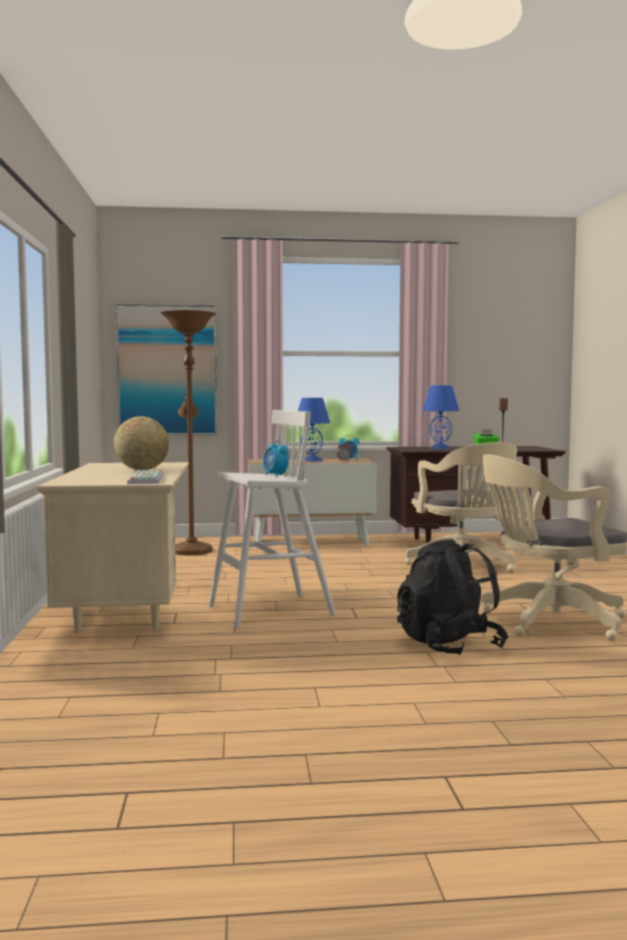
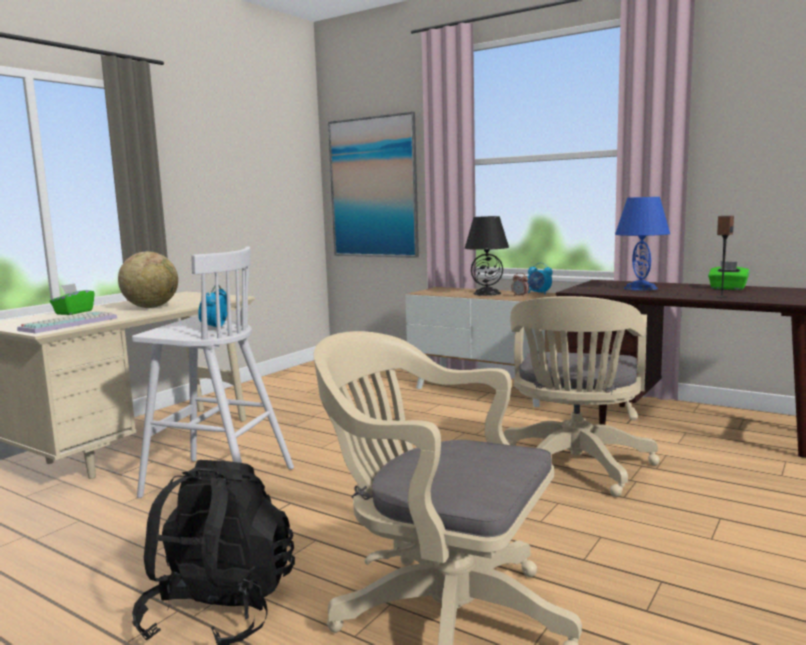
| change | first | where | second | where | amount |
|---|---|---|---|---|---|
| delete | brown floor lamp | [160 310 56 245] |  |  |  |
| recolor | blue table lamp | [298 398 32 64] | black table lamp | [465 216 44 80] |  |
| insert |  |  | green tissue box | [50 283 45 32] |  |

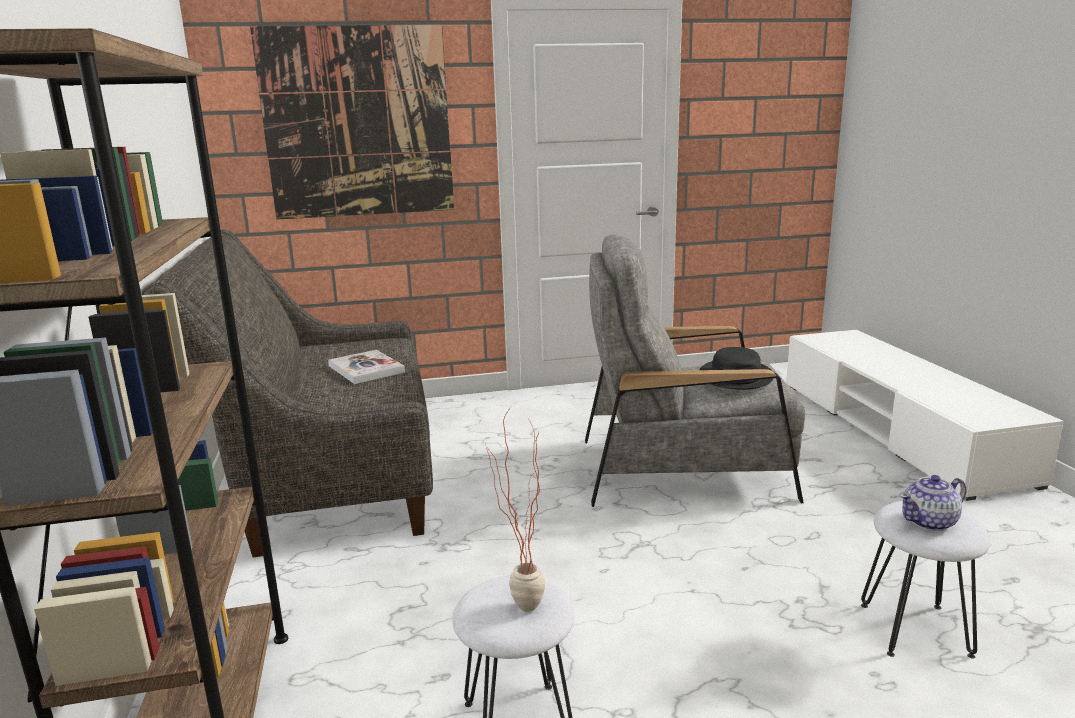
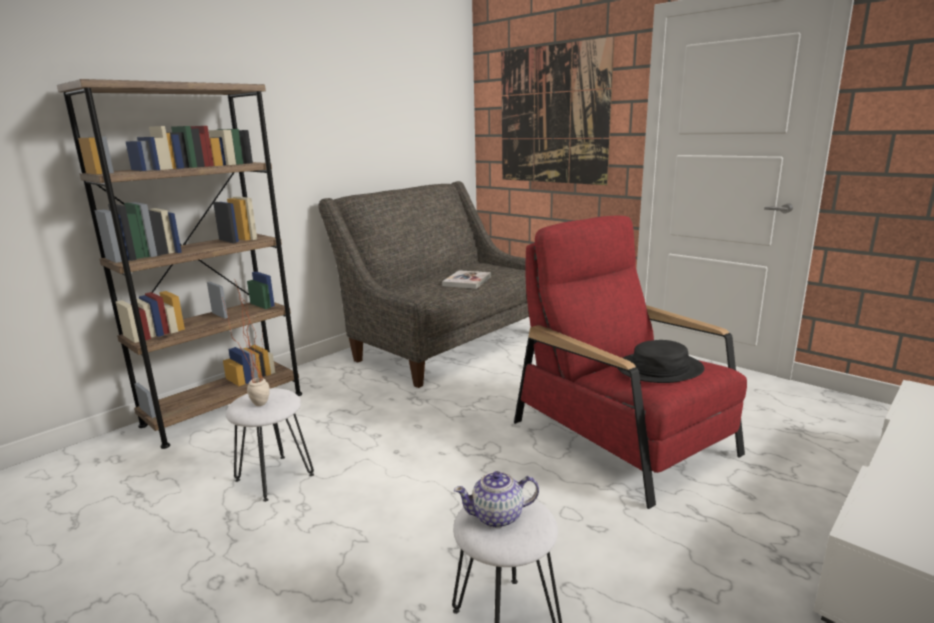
| change | first | where | second | where | amount |
|---|---|---|---|---|---|
| recolor | grey armchair | [585 234 220 273] | red armchair | [514 216 233 293] |  |
| rotate | teapot | [899 475 67 56] |  | [454 471 85 57] | 45 degrees counterclockwise |

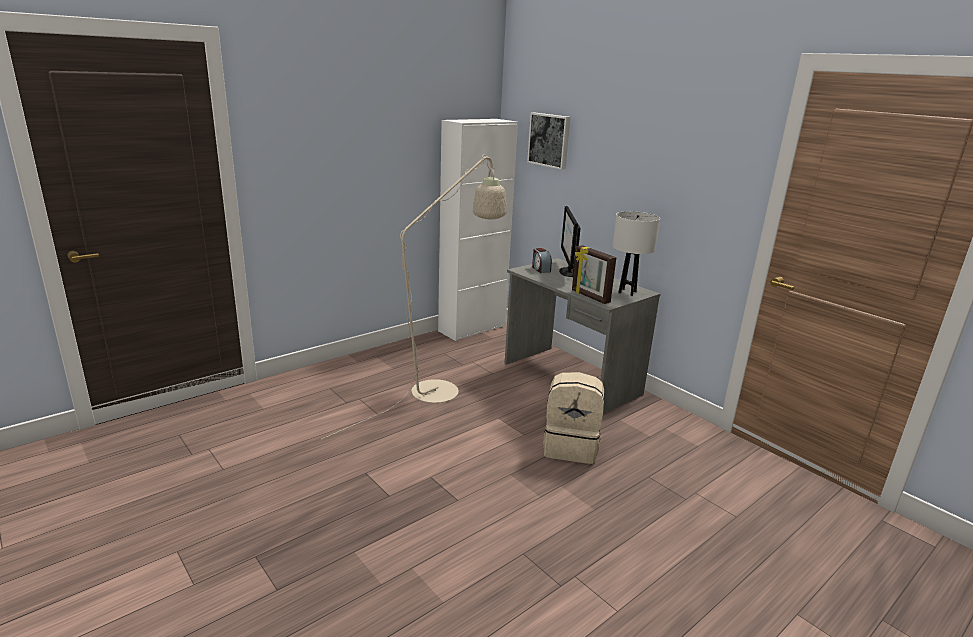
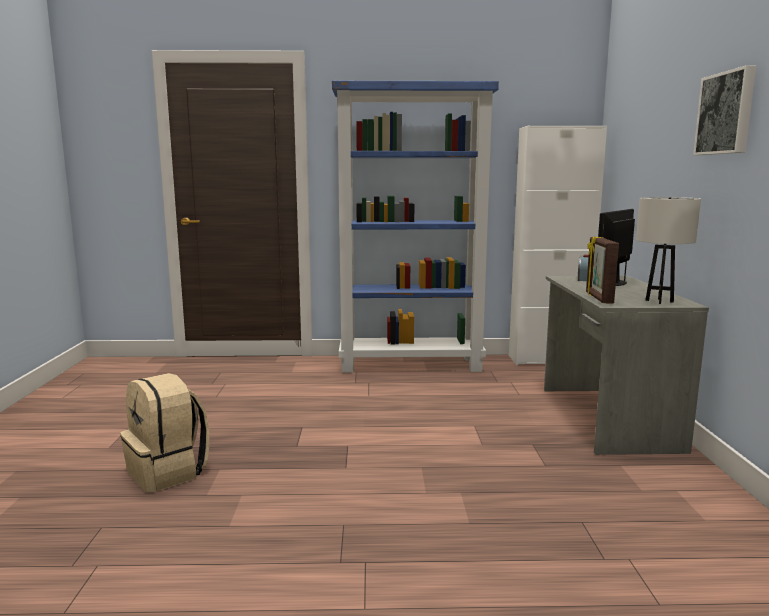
| change | first | where | second | where | amount |
|---|---|---|---|---|---|
| delete | beige floor lamp | [322 154 185 285] |  |  |  |
| move | picture | [527 112 43 58] |  | [693 65 63 90] |  |
| move | beige backpack | [543 372 61 92] |  | [120 373 89 120] |  |
| insert |  |  | blue bookcase | [332 81 167 292] |  |

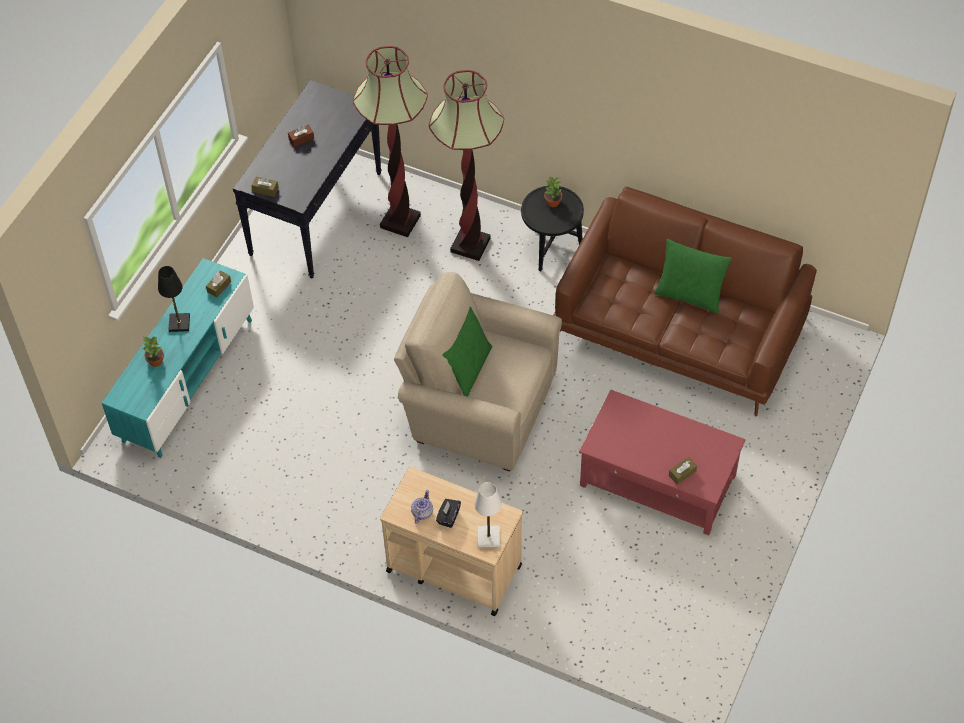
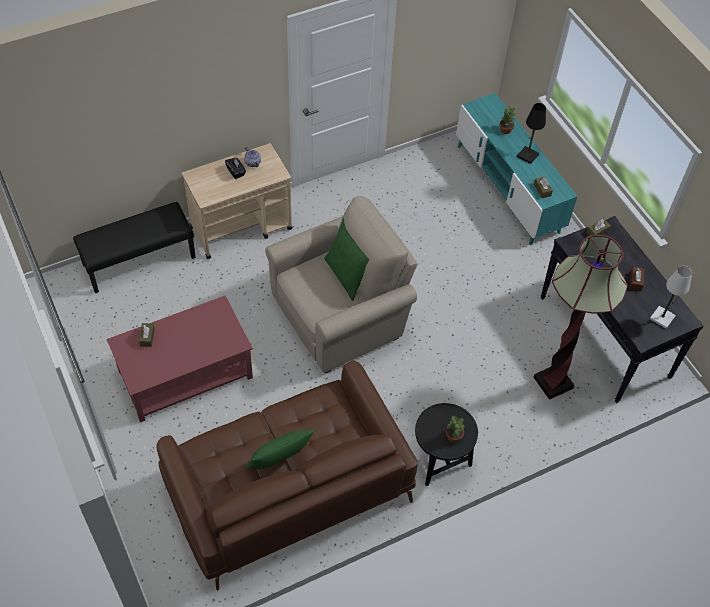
| change | first | where | second | where | amount |
|---|---|---|---|---|---|
| delete | floor lamp | [429 70 75 191] |  |  |  |
| move | white table lamp | [475 482 27 65] |  | [650 266 42 63] |  |
| insert |  |  | black bench | [73 202 123 91] |  |

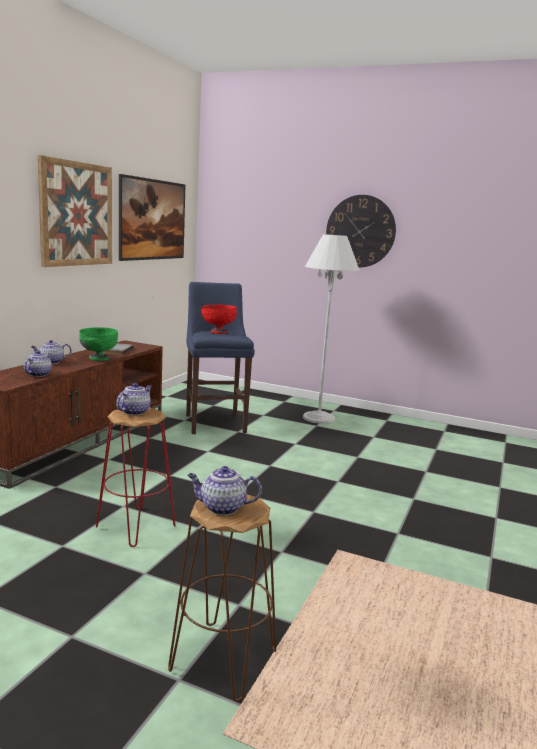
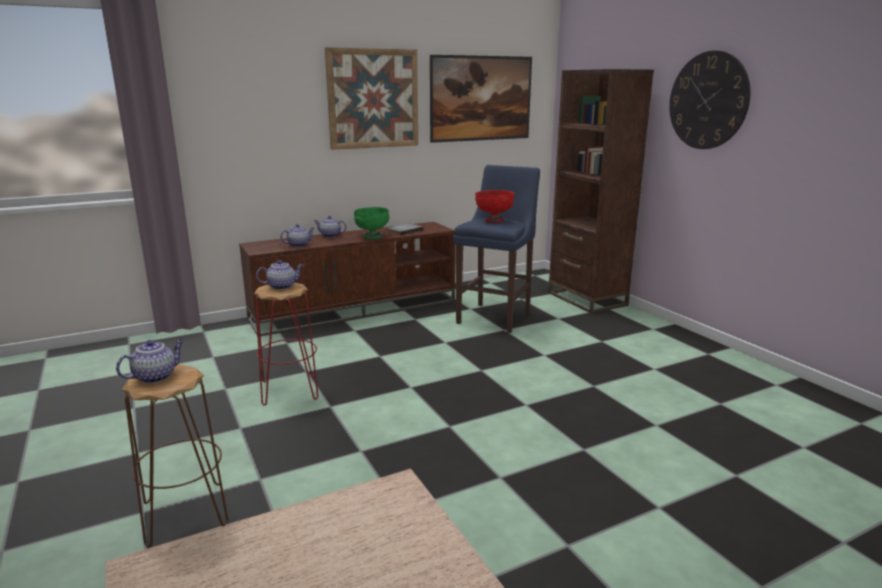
| change | first | where | second | where | amount |
|---|---|---|---|---|---|
| rotate | teapot | [187 466 75 49] |  | [116 340 68 44] | 90 degrees clockwise |
| delete | white floor lamp | [303 234 56 190] |  |  |  |
| insert |  |  | brown bookcase | [548 69 106 245] |  |

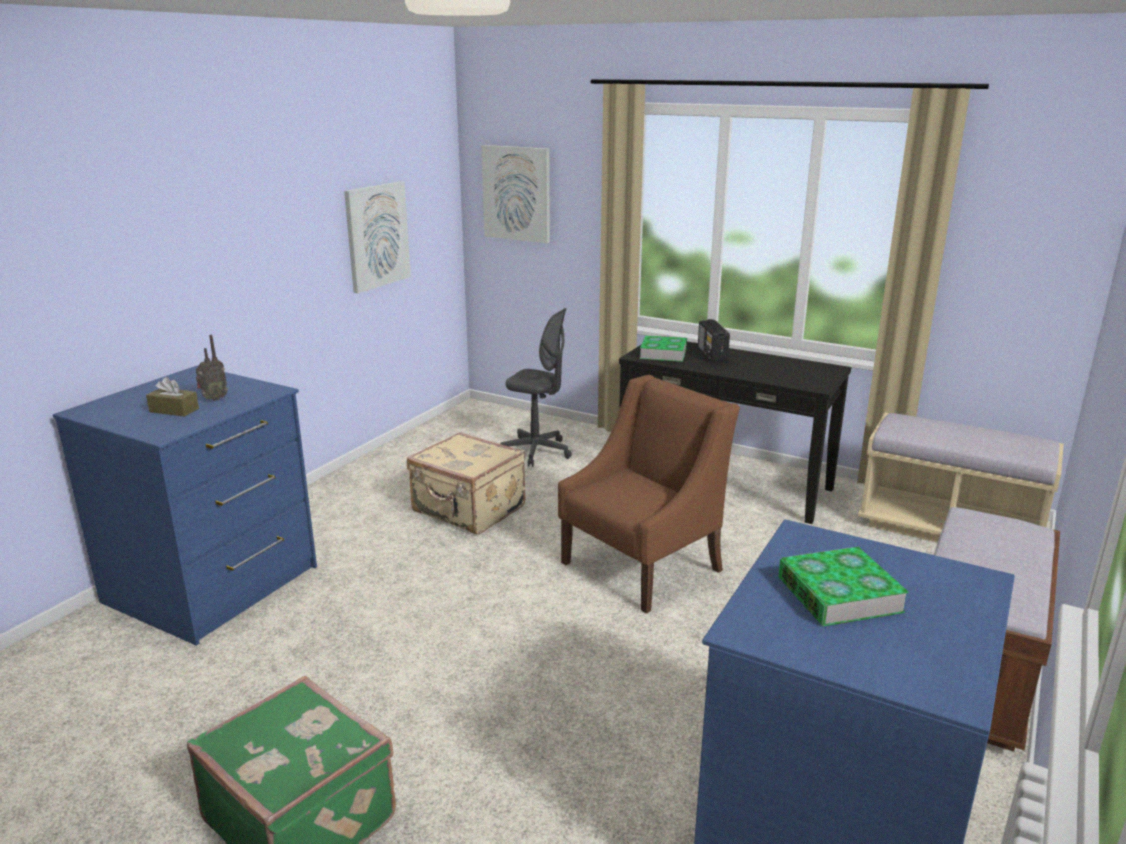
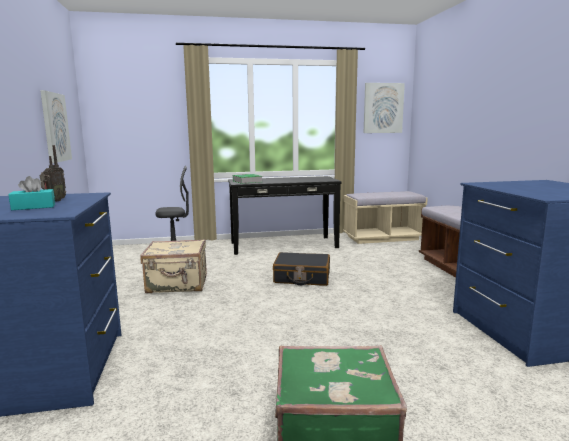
| change | first | where | second | where | amount |
|---|---|---|---|---|---|
| recolor | brown tissue box | [146 377 53 40] | turquoise tissue box | [8 176 47 34] |  |
| move | picture | [481 145 69 98] |  | [364 83 41 50] |  |
| replace | brown armchair | [558 375 182 239] | black suitcase | [273 252 57 34] |  |
| delete | radio | [698 319 32 43] |  |  |  |
| delete | book | [778 547 131 79] |  |  |  |

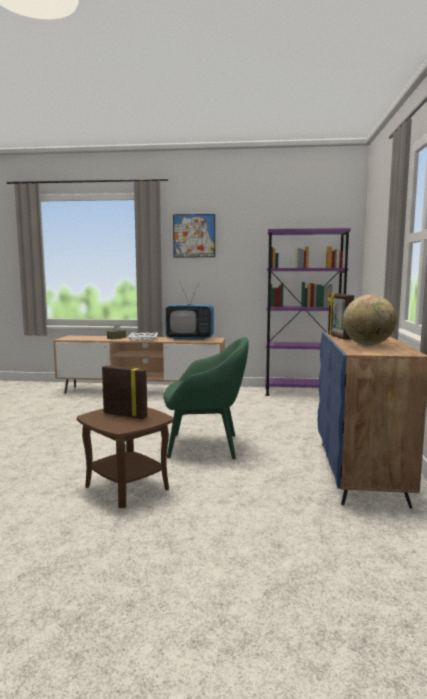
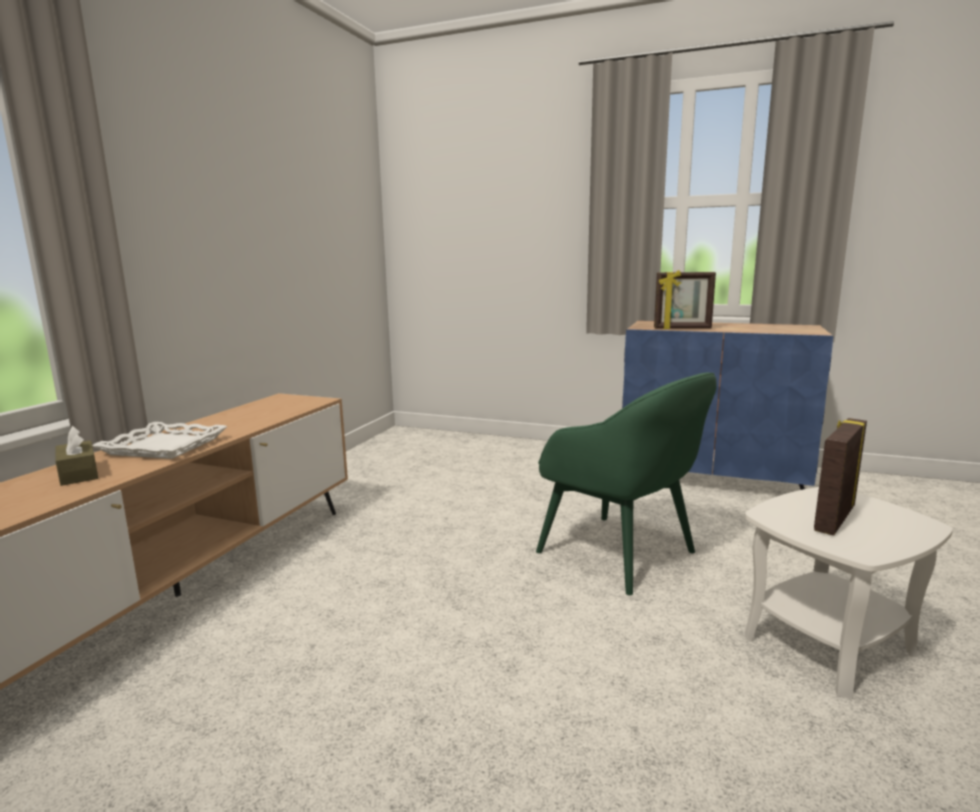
| change | first | where | second | where | amount |
|---|---|---|---|---|---|
| recolor | brown side table | [77 407 97 101] | white side table | [745 487 208 212] |  |
| rotate | green armchair | [163 337 86 122] |  | [536 372 181 223] | 120 degrees clockwise |
| delete | television | [165 283 49 57] |  |  |  |
| delete | picture | [173 214 42 43] |  |  |  |
| delete | purple bookcase | [265 228 86 168] |  |  |  |
| delete | globe | [343 294 54 51] |  |  |  |

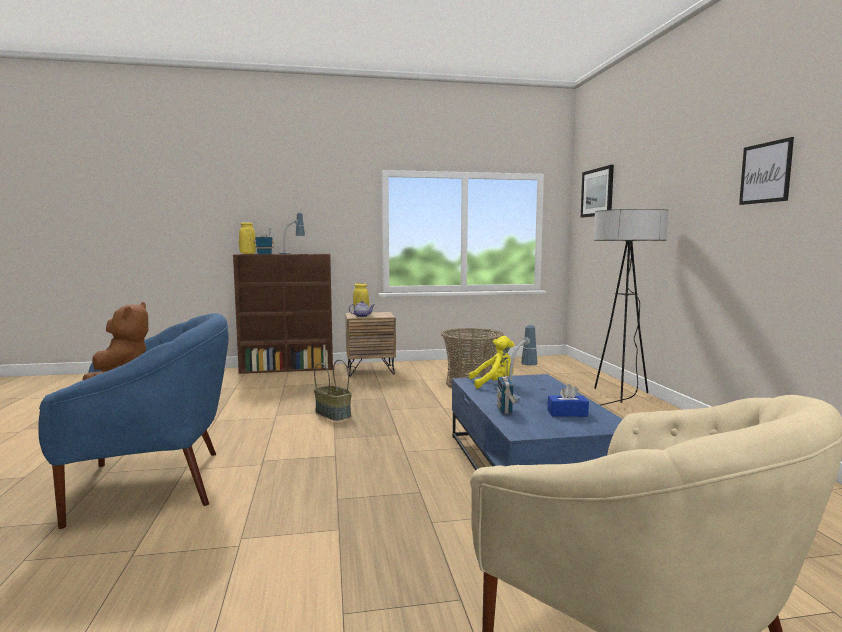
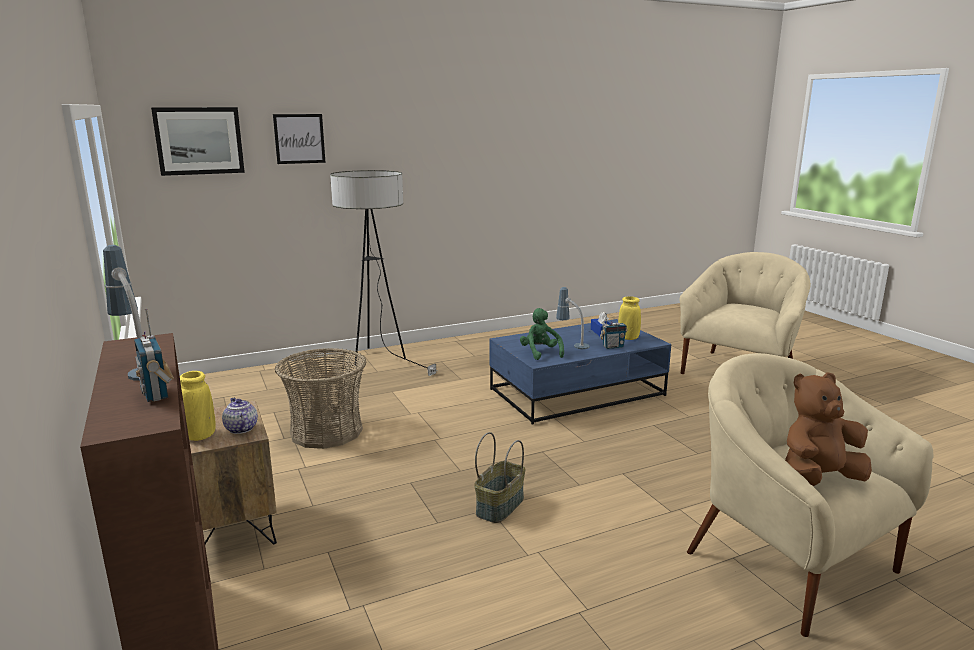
| change | first | where | second | where | amount |
|---|---|---|---|---|---|
| recolor | blue armchair | [38 313 191 216] | beige armchair | [687 353 246 284] |  |
| move | yellow vase | [239 222 17 32] |  | [618 296 23 44] |  |
| recolor | yellow plush toy | [469 336 45 52] | green plush toy | [520 308 44 52] |  |
| move | picture | [739 137 55 68] |  | [273 114 52 50] |  |

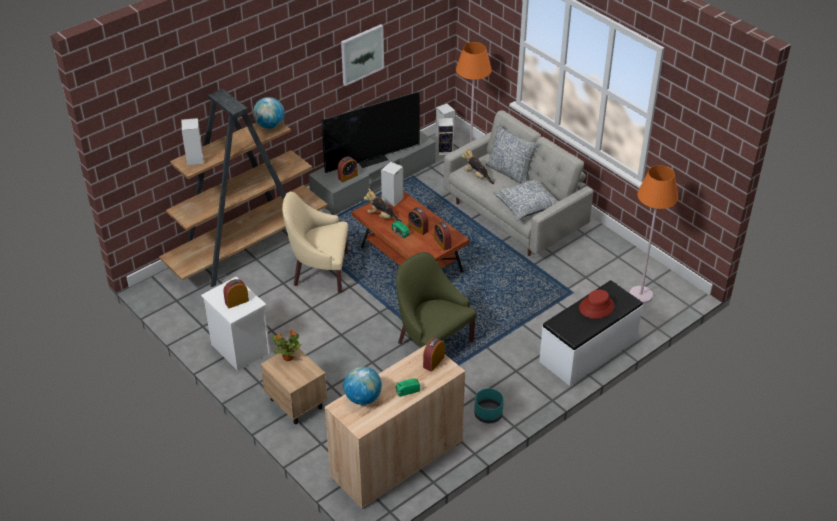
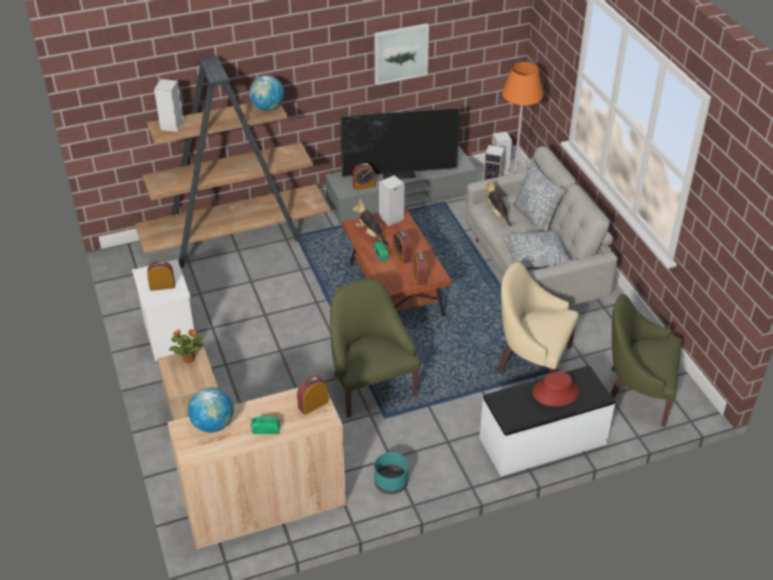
| change | first | where | second | where | amount |
|---|---|---|---|---|---|
| move | beige armchair | [282 192 66 101] |  | [498 262 81 112] |  |
| replace | orange floor lamp | [629 165 49 139] | green armchair | [610 294 72 133] |  |

